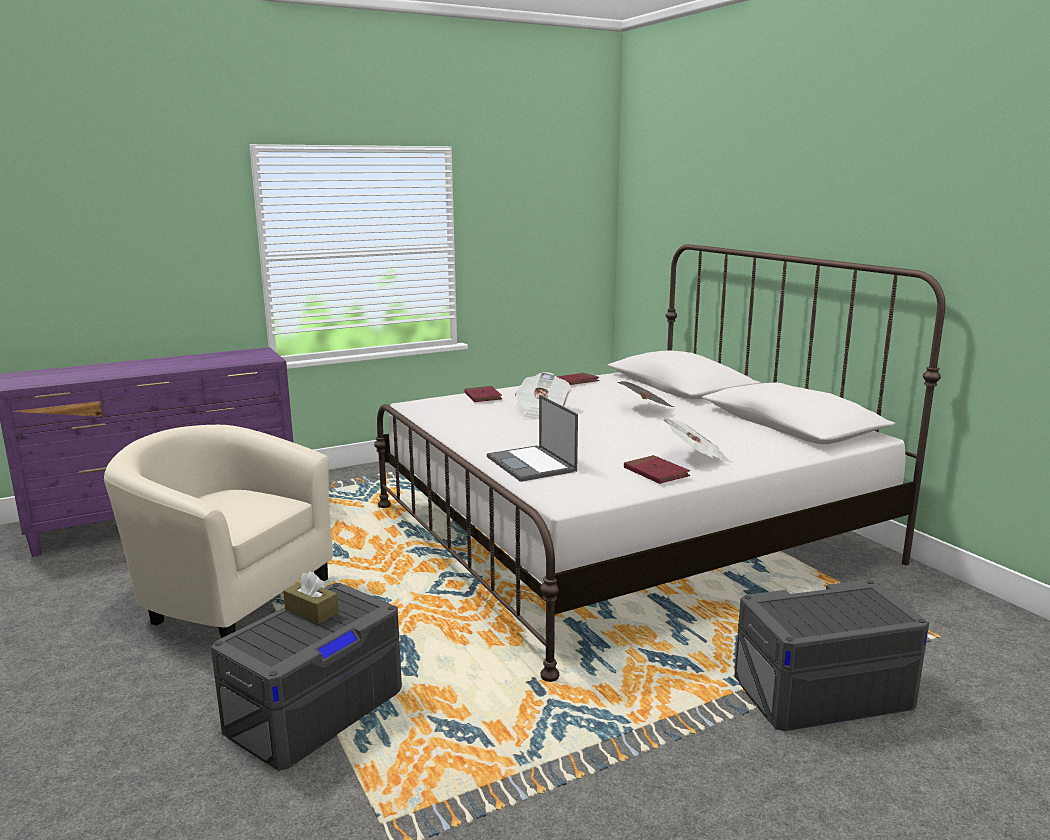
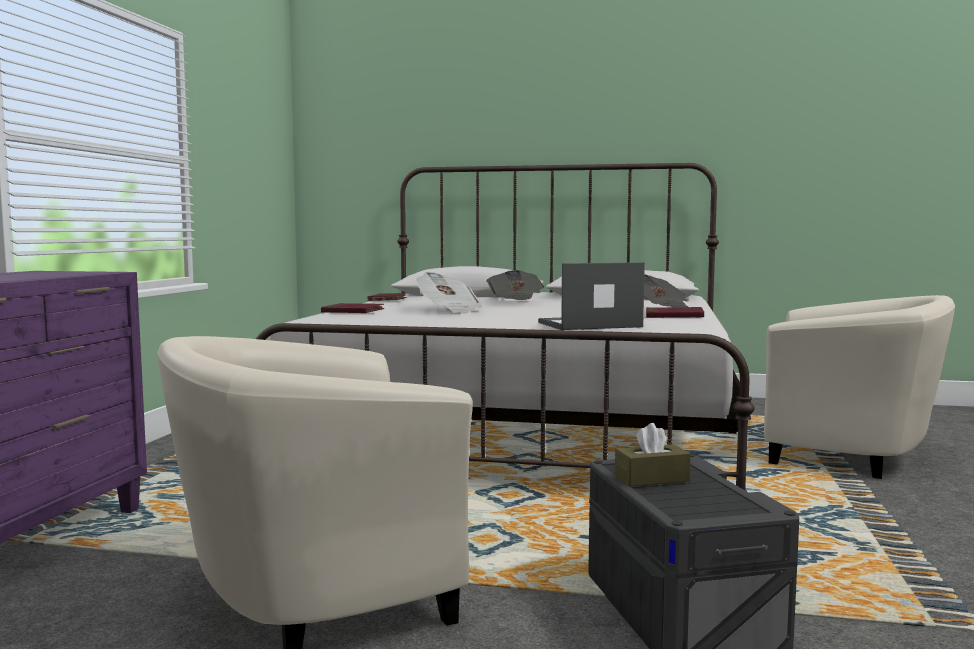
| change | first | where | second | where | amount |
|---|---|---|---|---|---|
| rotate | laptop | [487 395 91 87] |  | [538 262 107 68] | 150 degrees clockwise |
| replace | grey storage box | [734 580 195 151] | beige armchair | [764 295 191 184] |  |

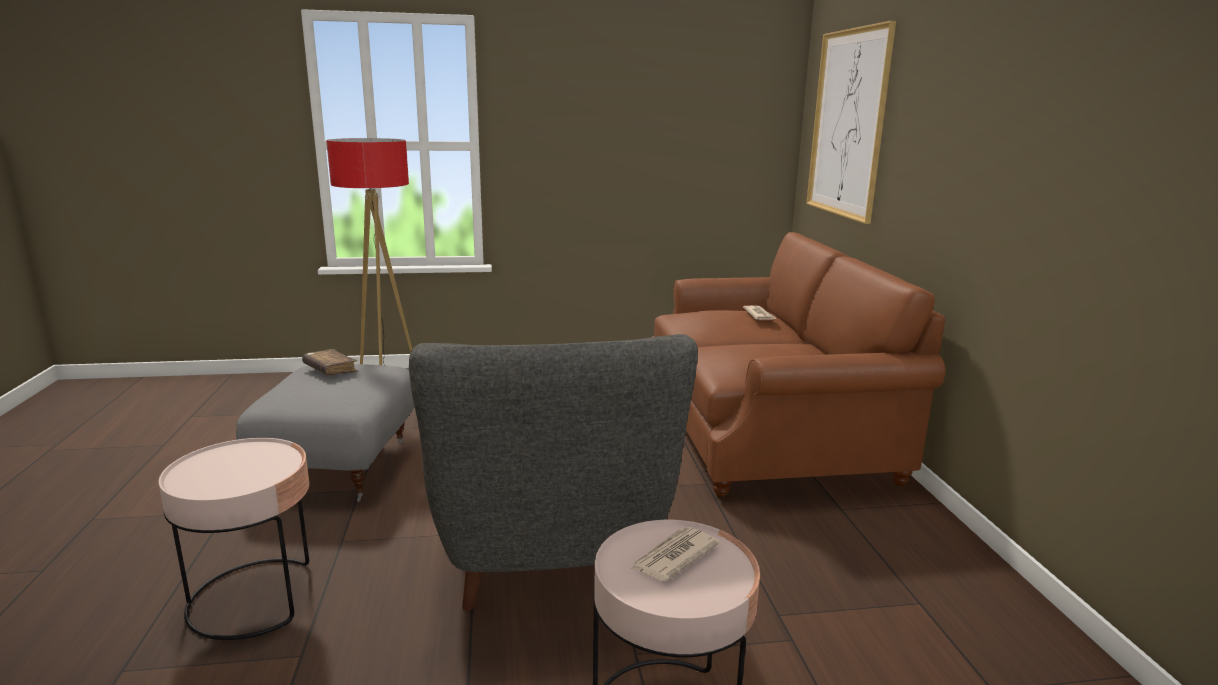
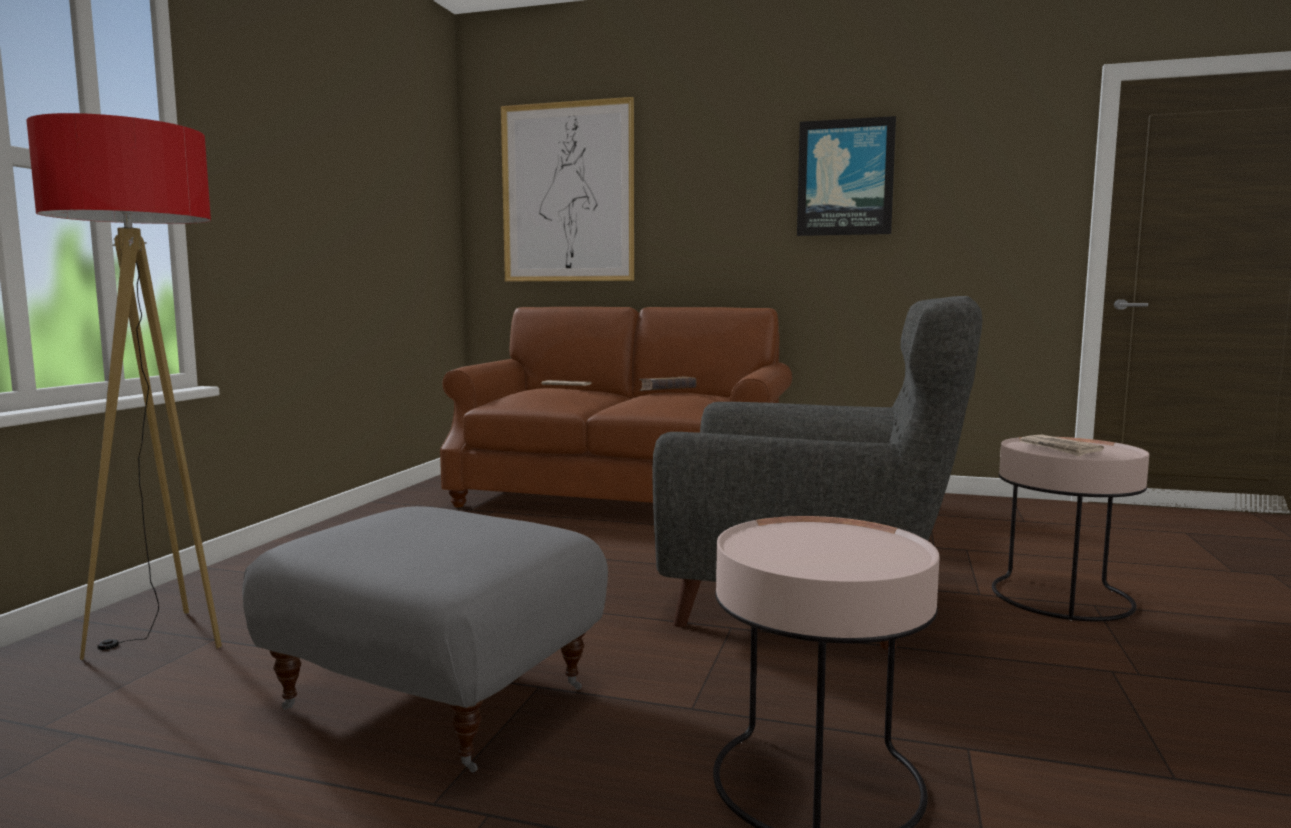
| change | first | where | second | where | amount |
|---|---|---|---|---|---|
| move | brown book | [302 349 56 27] |  | [639 376 58 15] |  |
| insert |  |  | picture | [797 116 99 120] |  |

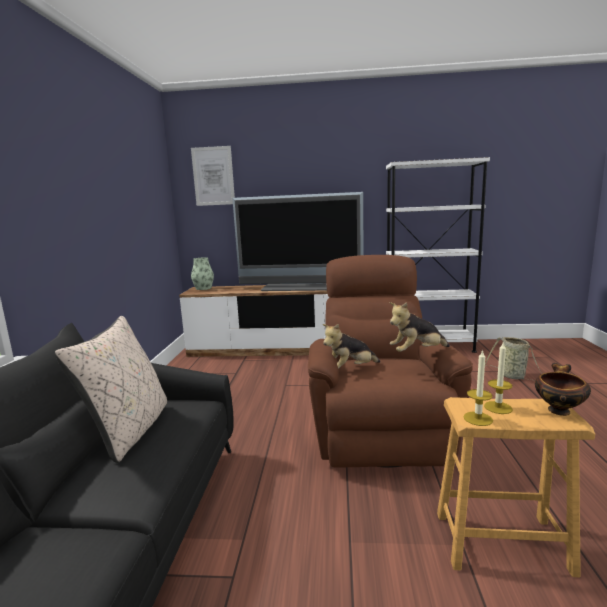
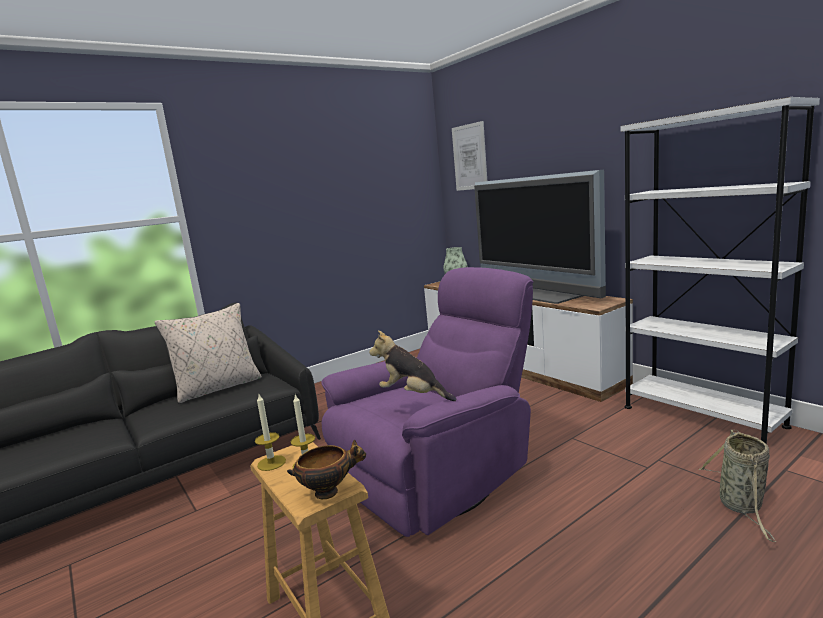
| change | first | where | second | where | amount |
|---|---|---|---|---|---|
| recolor | brown armchair | [308 255 165 212] | purple armchair | [321 267 212 270] |  |
| delete | plush toy | [323 324 58 45] |  |  |  |

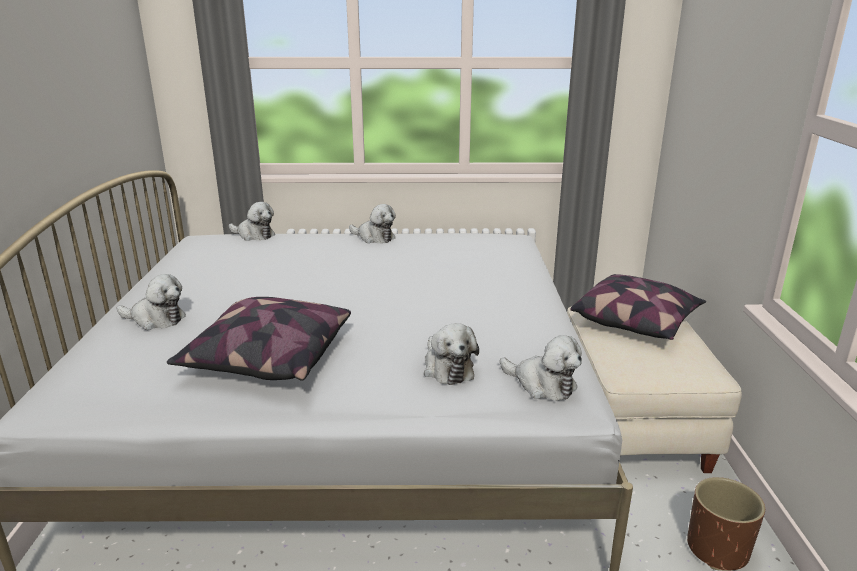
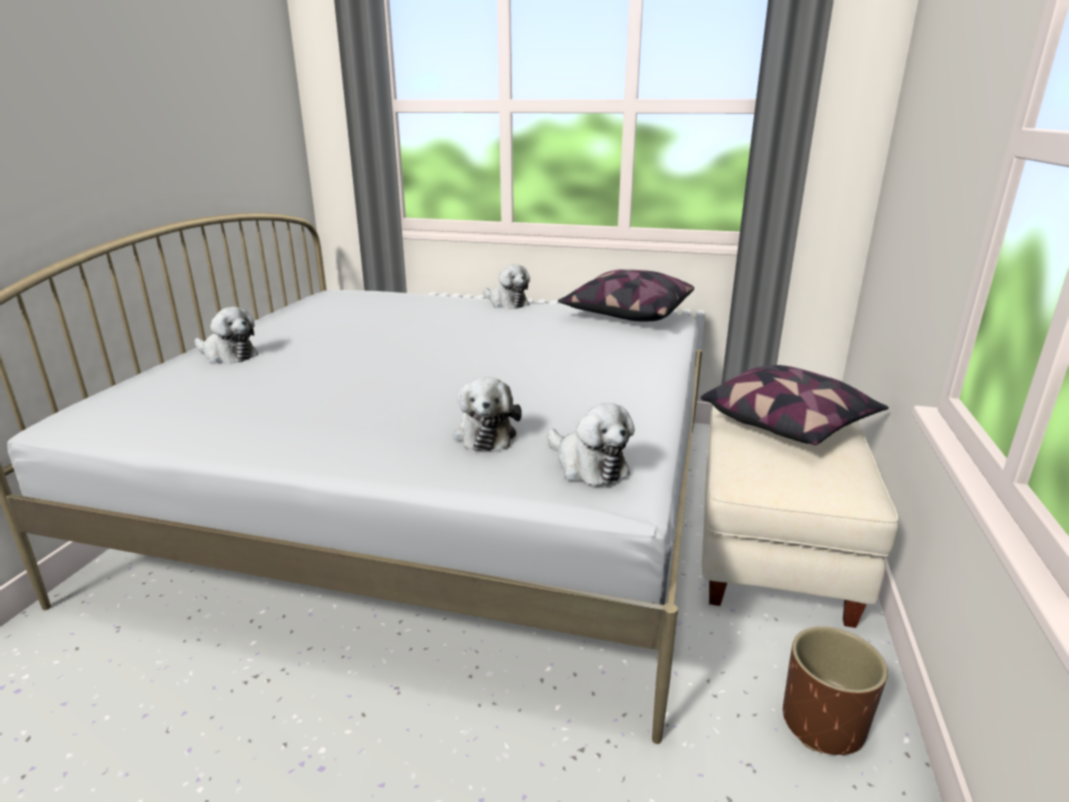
| change | first | where | second | where | amount |
|---|---|---|---|---|---|
| move | pillow | [167 297 184 84] |  | [558 269 136 52] |  |
| delete | plush toy | [229 202 46 39] |  |  |  |

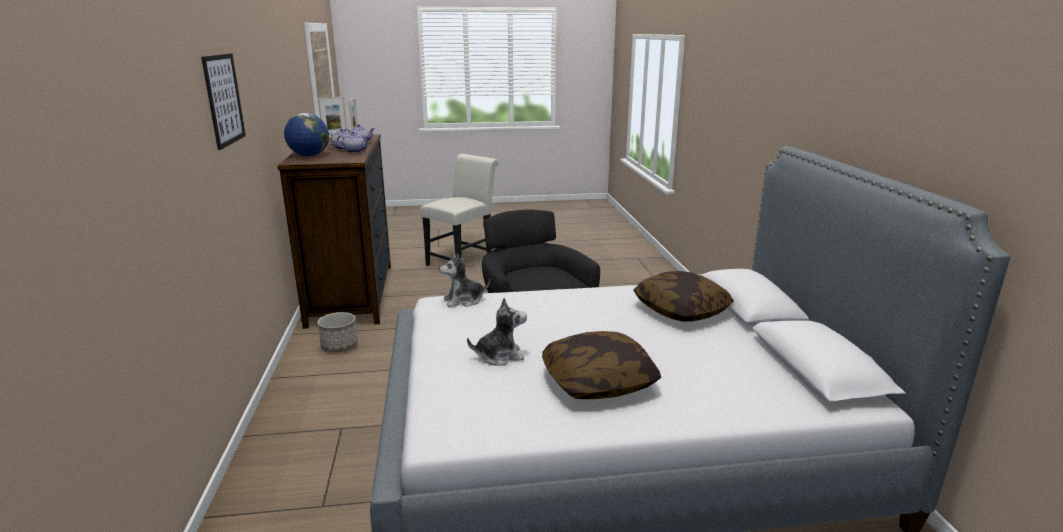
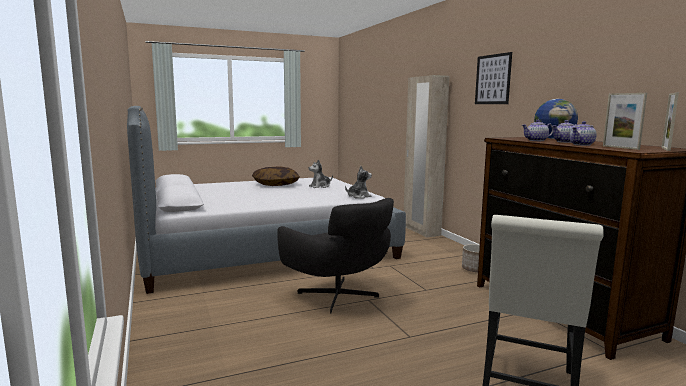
| change | first | where | second | where | amount |
|---|---|---|---|---|---|
| delete | pillow | [633 271 101 51] |  |  |  |
| insert |  |  | beige wardrobe | [404 75 46 163] |  |

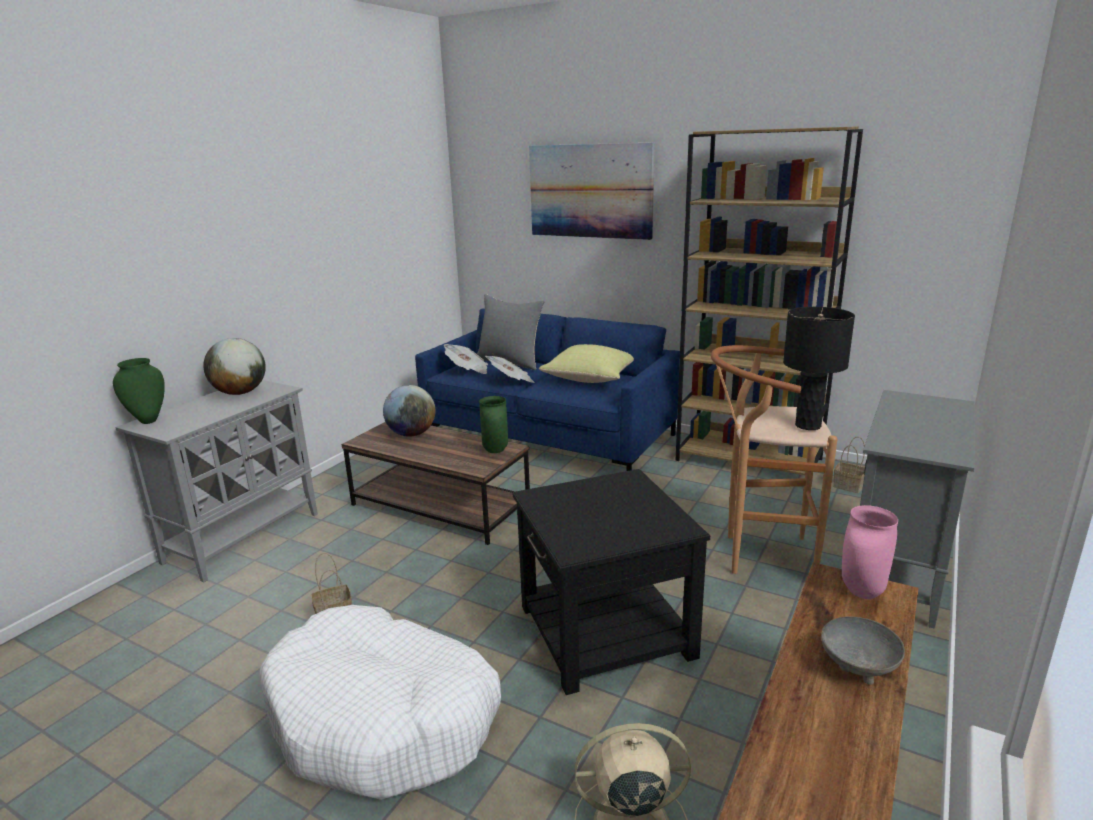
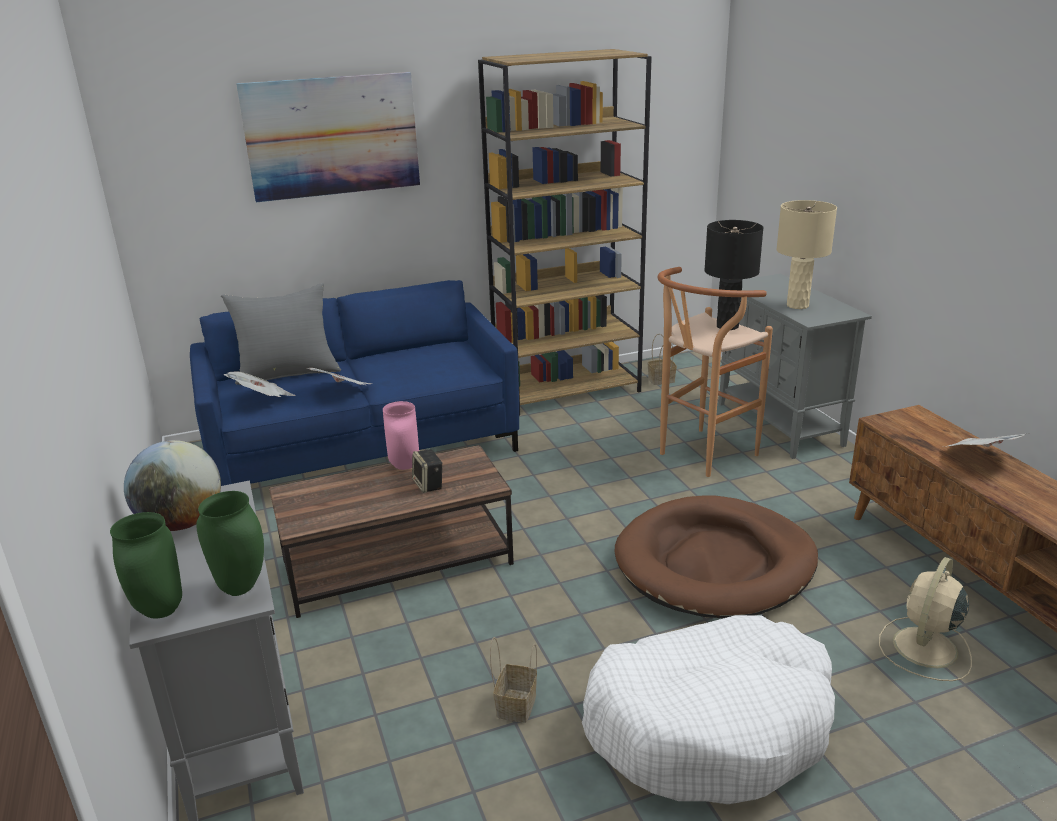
| change | first | where | second | where | amount |
|---|---|---|---|---|---|
| delete | globe | [383 385 53 52] |  |  |  |
| move | green vase | [479 396 29 57] |  | [196 491 68 105] |  |
| replace | black side table | [512 469 198 226] | brown dog bed | [615 495 203 123] |  |
| delete | yellow pillow | [539 344 95 39] |  |  |  |
| replace | grey bowl | [821 616 84 69] | newspaper | [942 433 89 14] |  |
| move | pink vase | [842 505 56 94] |  | [383 401 36 69] |  |
| insert |  |  | speaker | [412 449 31 44] |  |
| insert |  |  | beige table lamp | [777 200 60 109] |  |

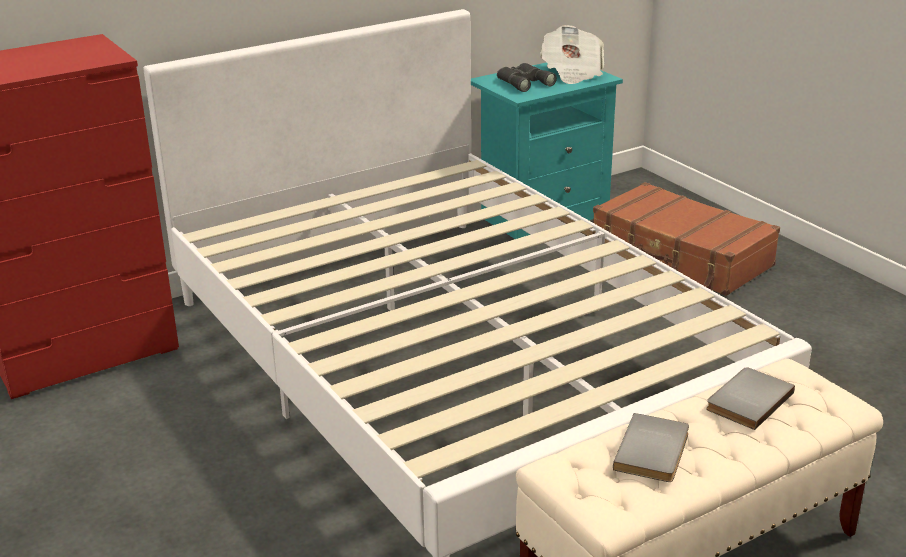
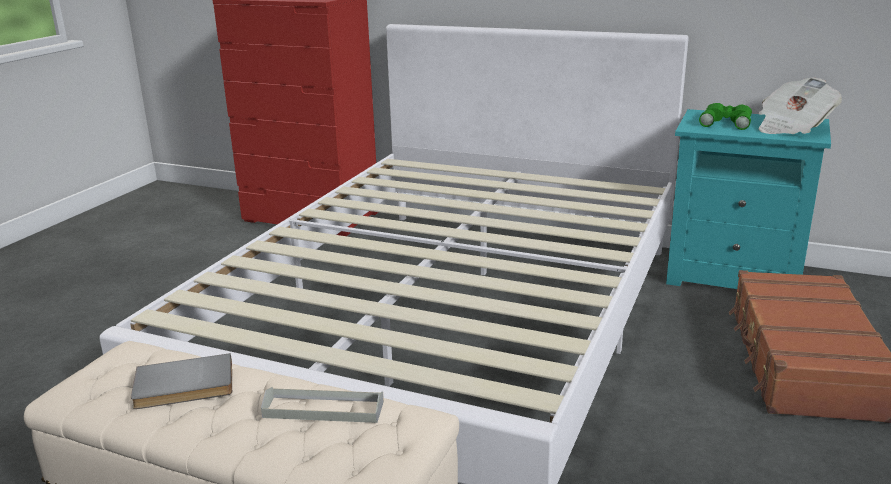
| change | first | where | second | where | amount |
|---|---|---|---|---|---|
| recolor | grey binoculars | [497 63 60 29] | green binoculars | [699 103 53 27] |  |
| replace | grey book | [706 367 89 63] | grey tray | [261 387 123 36] |  |

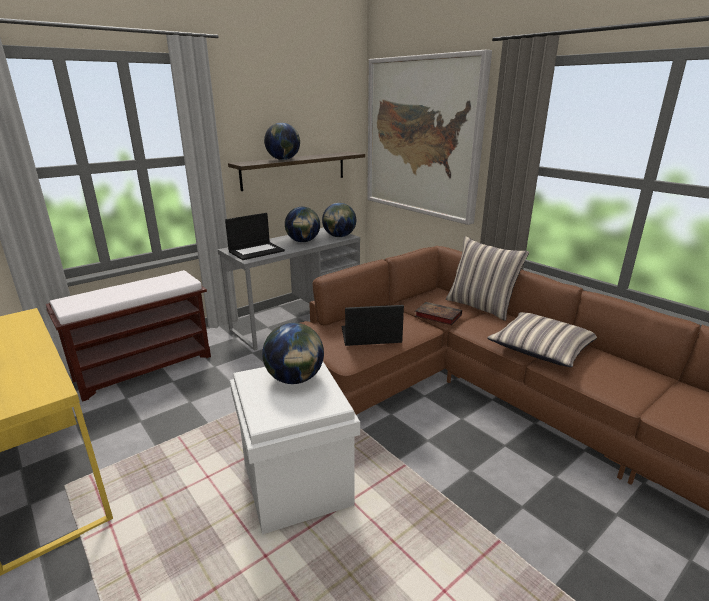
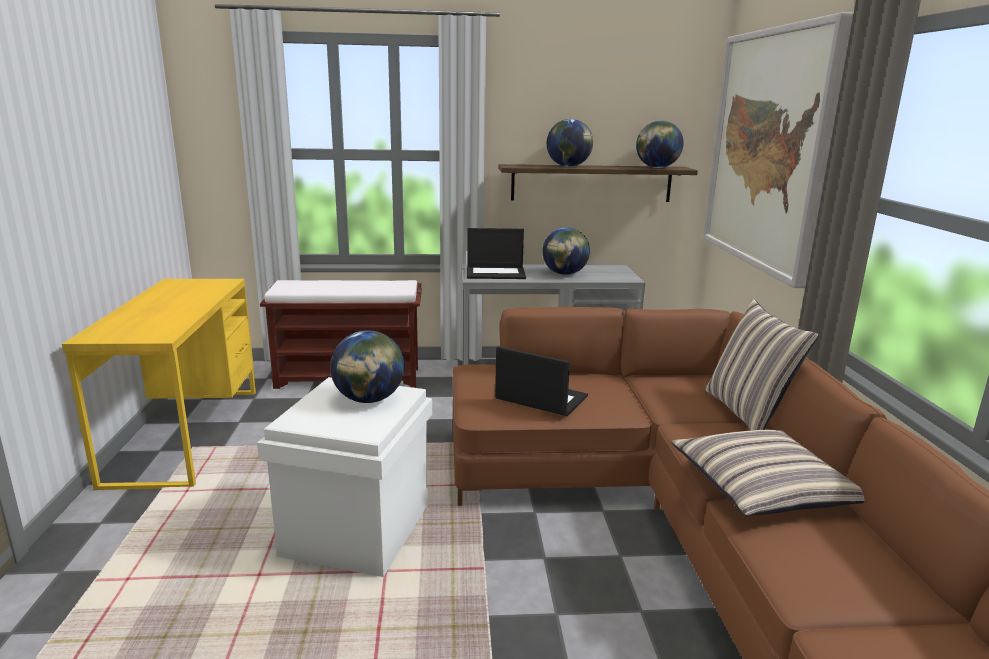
| change | first | where | second | where | amount |
|---|---|---|---|---|---|
| move | globe | [322 203 34 34] |  | [636 121 47 47] |  |
| delete | book | [415 302 47 23] |  |  |  |

